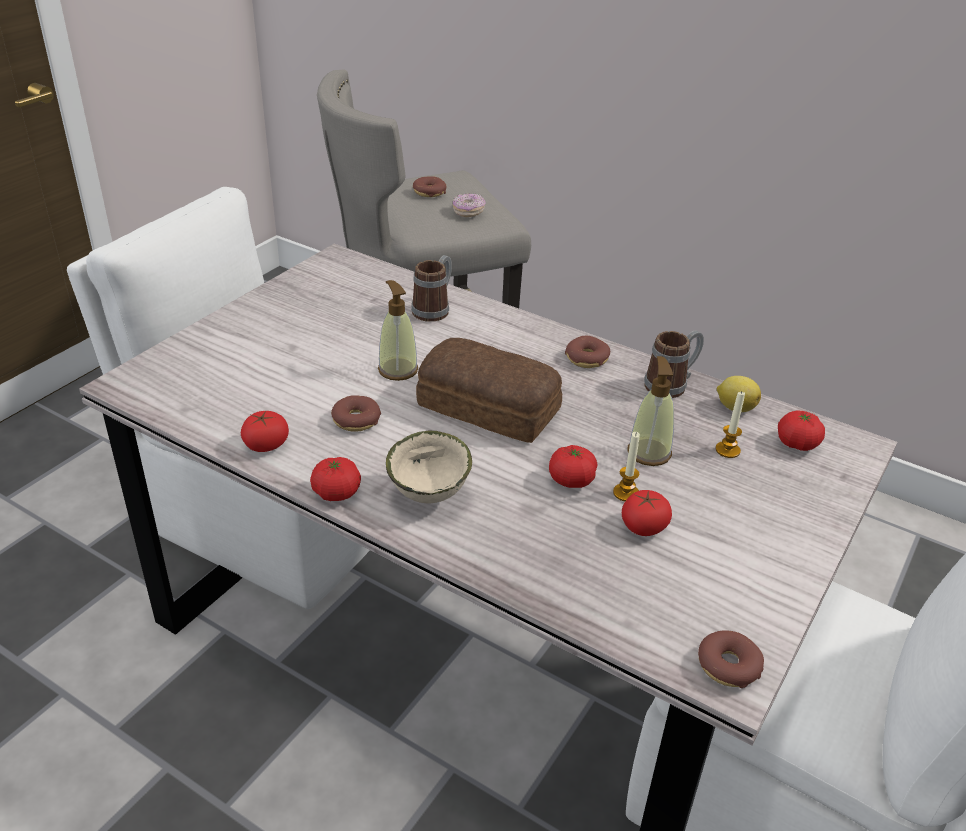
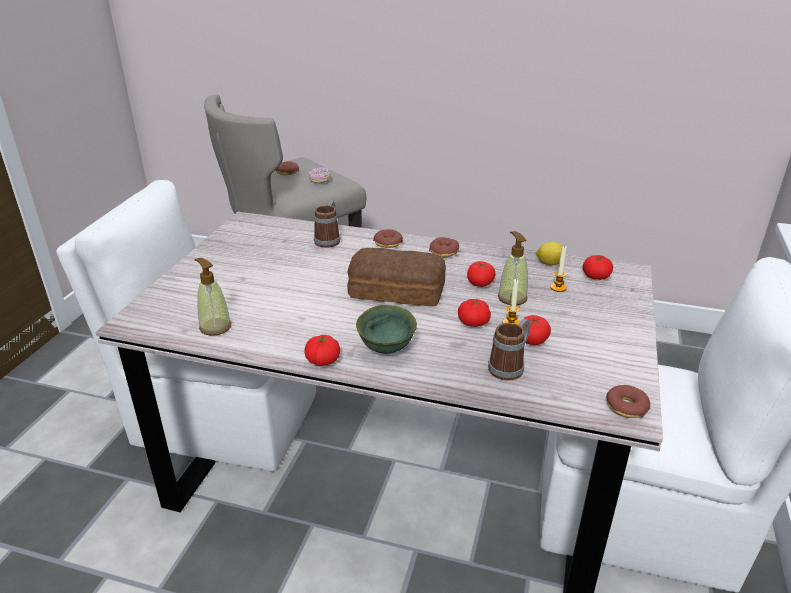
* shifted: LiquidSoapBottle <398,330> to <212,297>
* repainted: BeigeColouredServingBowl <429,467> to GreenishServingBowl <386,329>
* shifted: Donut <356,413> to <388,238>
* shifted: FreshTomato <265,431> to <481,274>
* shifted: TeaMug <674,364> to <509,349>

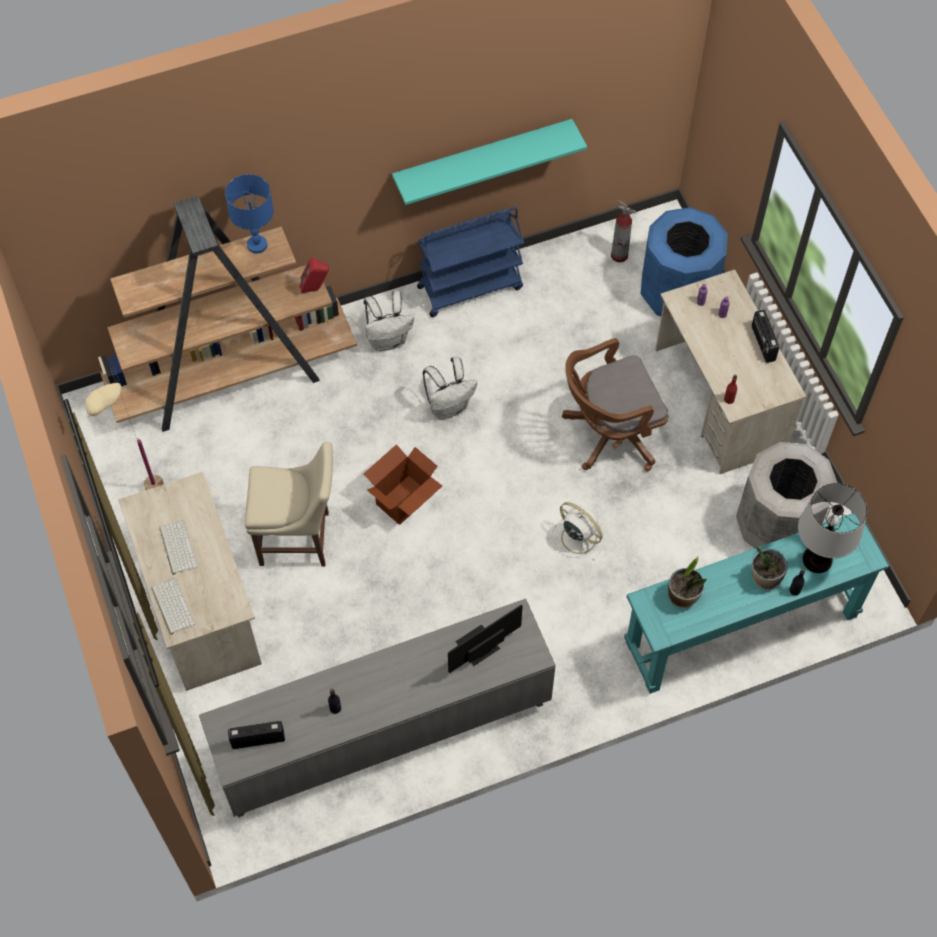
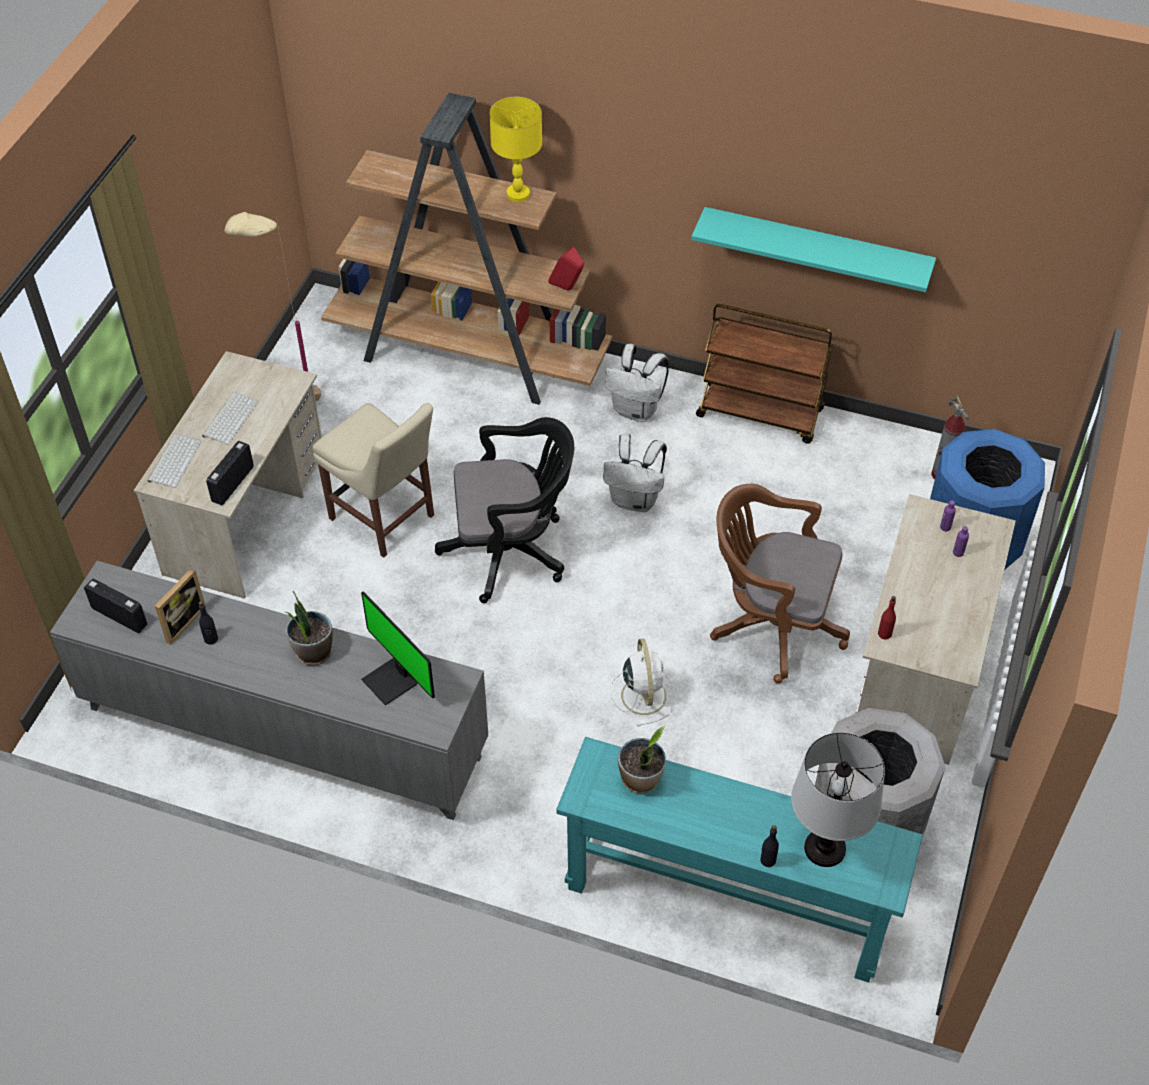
* new: PhotoFrame <180,606>
* shifted: RadioReceiver <765,336> to <230,473>
* shifted: PottedPlant <770,568> to <309,628>
* rotated: Monitor <485,639> = <398,648> 135 degrees counterclockwise
* swapped: CardboardBox <403,484> to BlackOfficeChair <504,510>
* repainted: BlueTableLamp <249,214> to YellowishTableLamp <515,149>
* repainted: BlueCart <470,262> to BrownishCart <764,374>

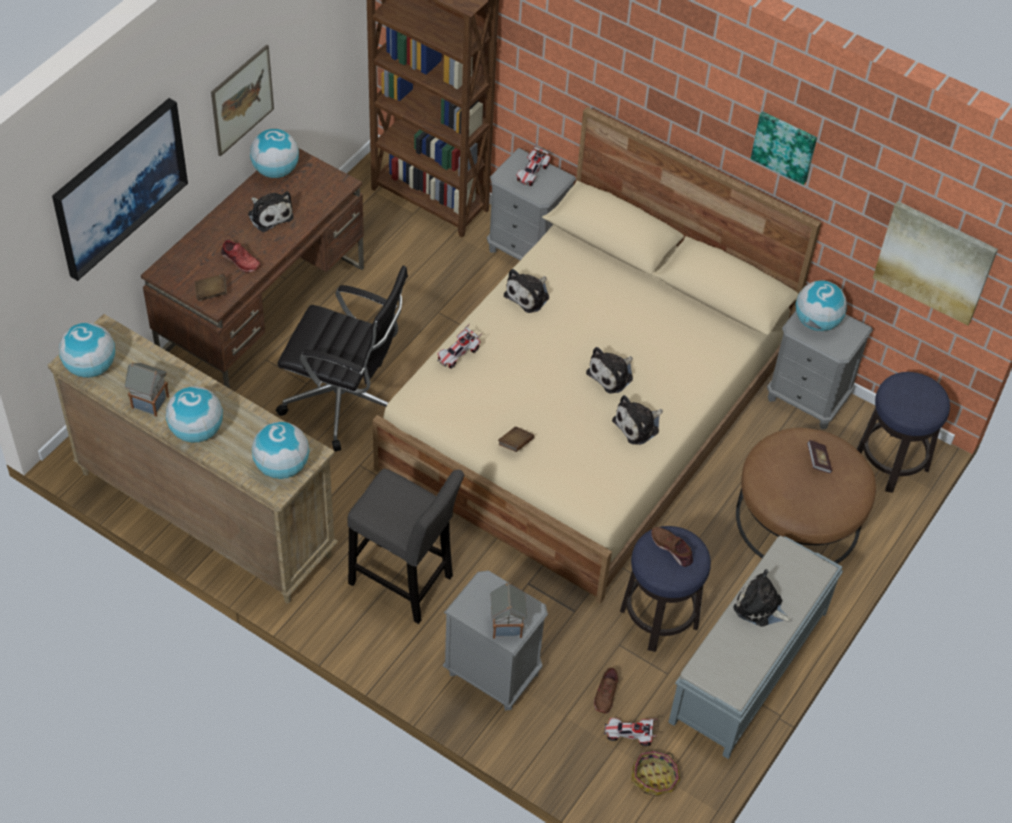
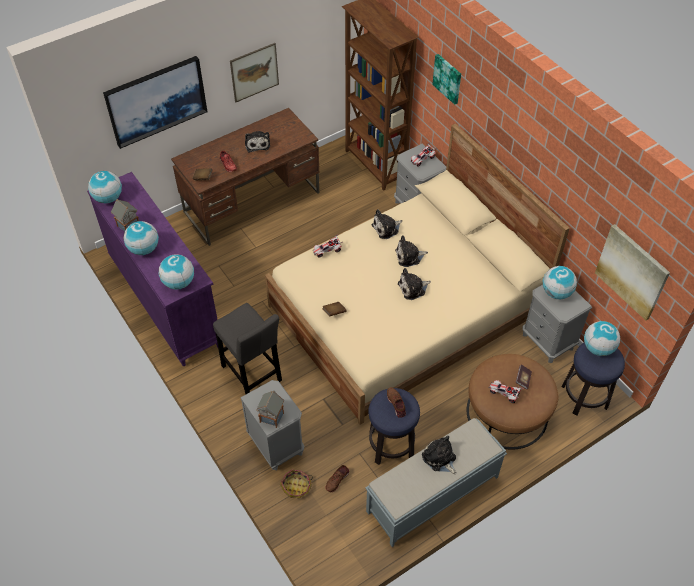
* repainted: BeigeColouredDrawerChest <193,458> to PurpleDrawerChest <152,269>
* shifted: Basket <655,774> to <296,483>
* shifted: CuddlyToy <637,420> to <411,251>
* shifted: WallPicture <784,148> to <446,79>
* shifted: MiniatureCar <630,732> to <506,391>
* shifted: DeskGlobe <274,153> to <602,338>
* gone: BlackOfficeChair <342,359>

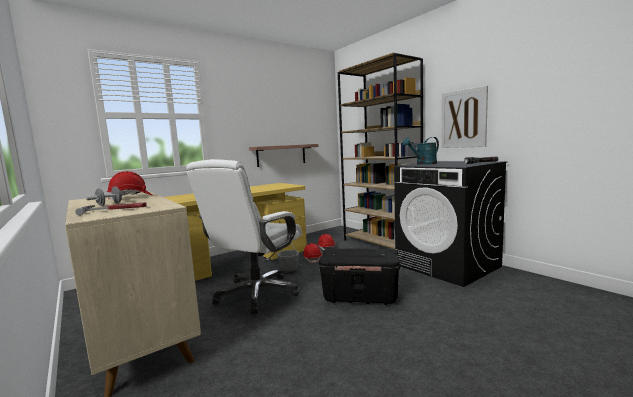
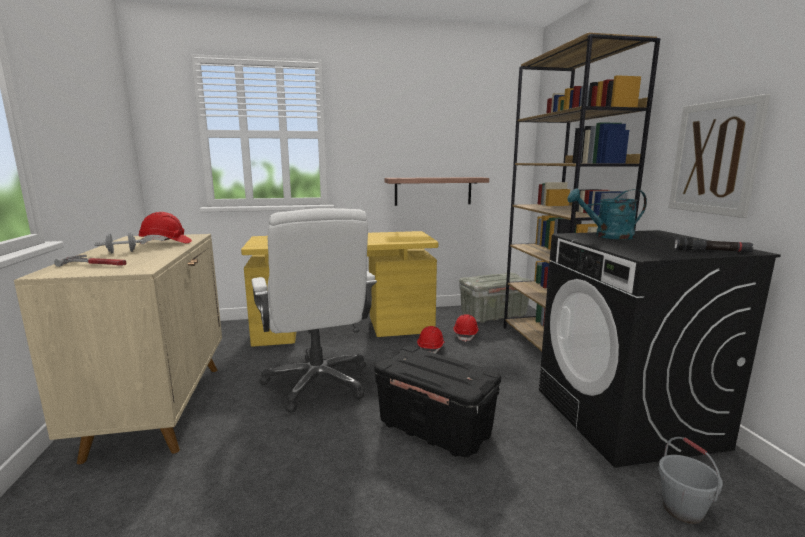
* rotated: WhiteOfficeChair <244,236> = <314,310> 75 degrees counterclockwise
* new: GreyStorageContainer <495,298>
* shifted: GreyBucket <288,258> to <690,480>

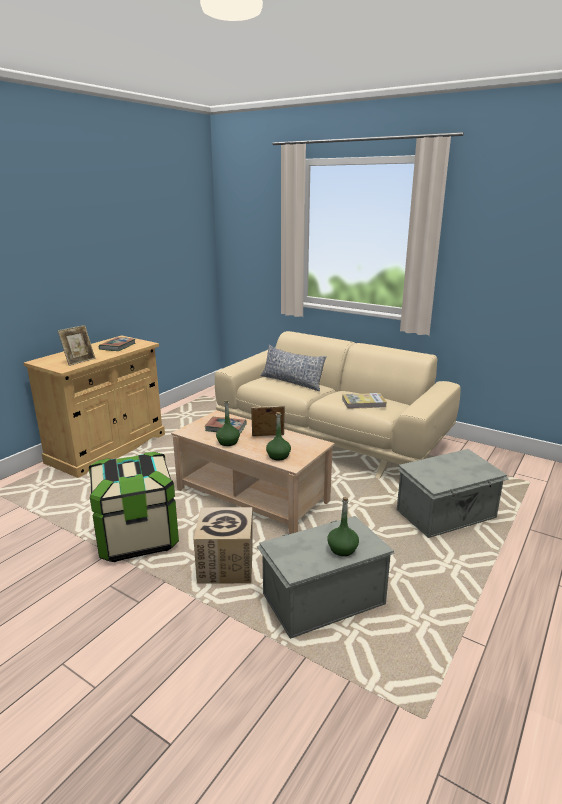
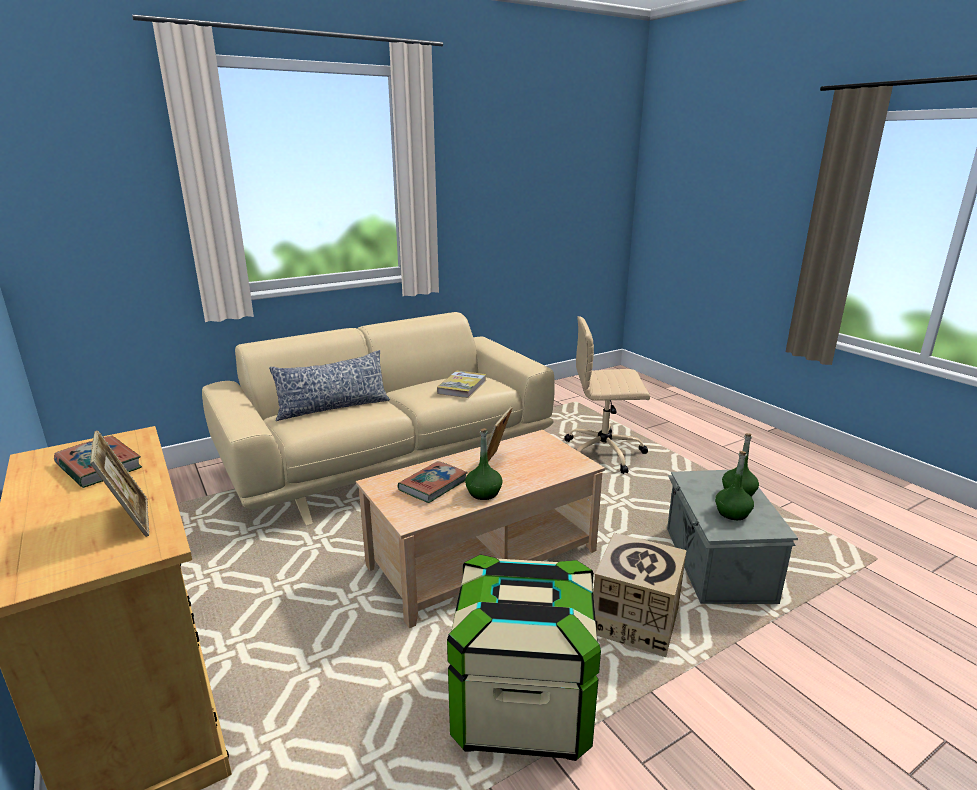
* swapped: GreyStorageContainer <453,493> to BeigeColouredOfficeChair <607,395>
* shifted: GreenishBeverageBottle <278,436> to <734,485>

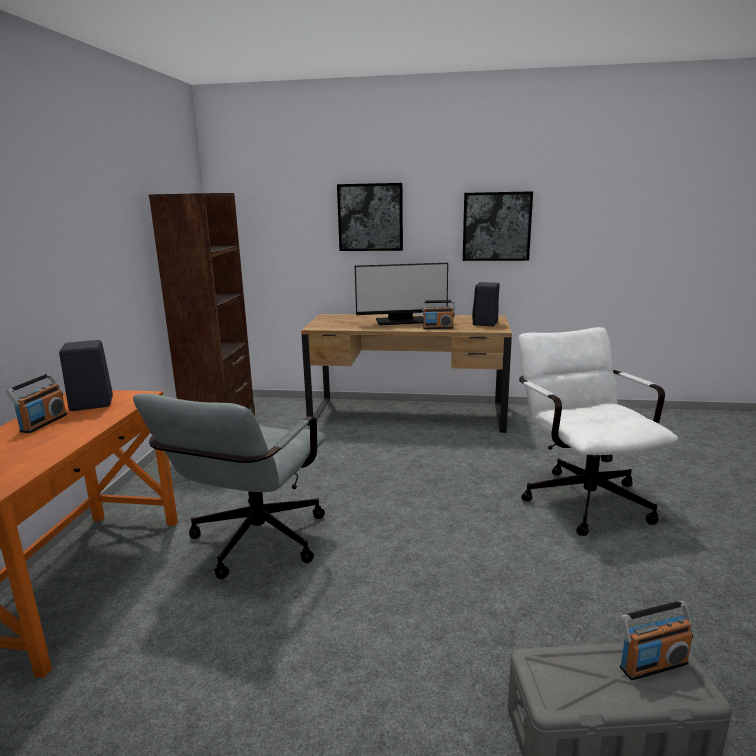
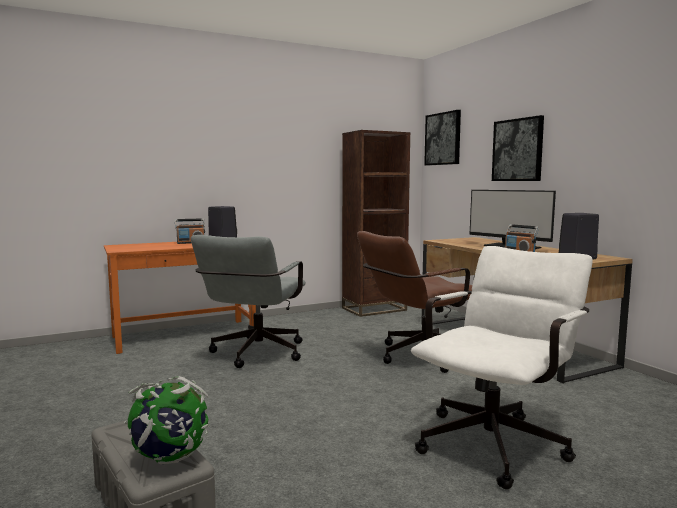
* swapped: RadioReceiver <656,640> to DeskGlobe <167,420>
* rotated: GreyOfficeChair <229,486> = <248,301> 60 degrees counterclockwise
* new: BrownishOfficeChair <414,302>
* shifted: WallPicture <498,226> to <442,138>

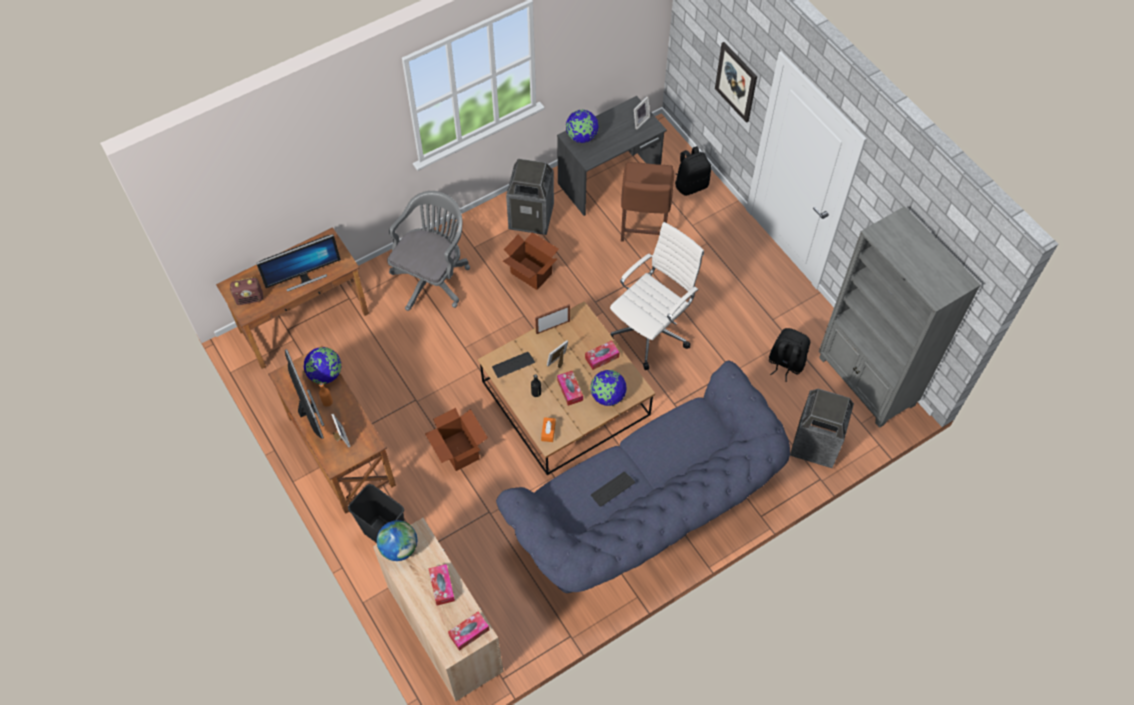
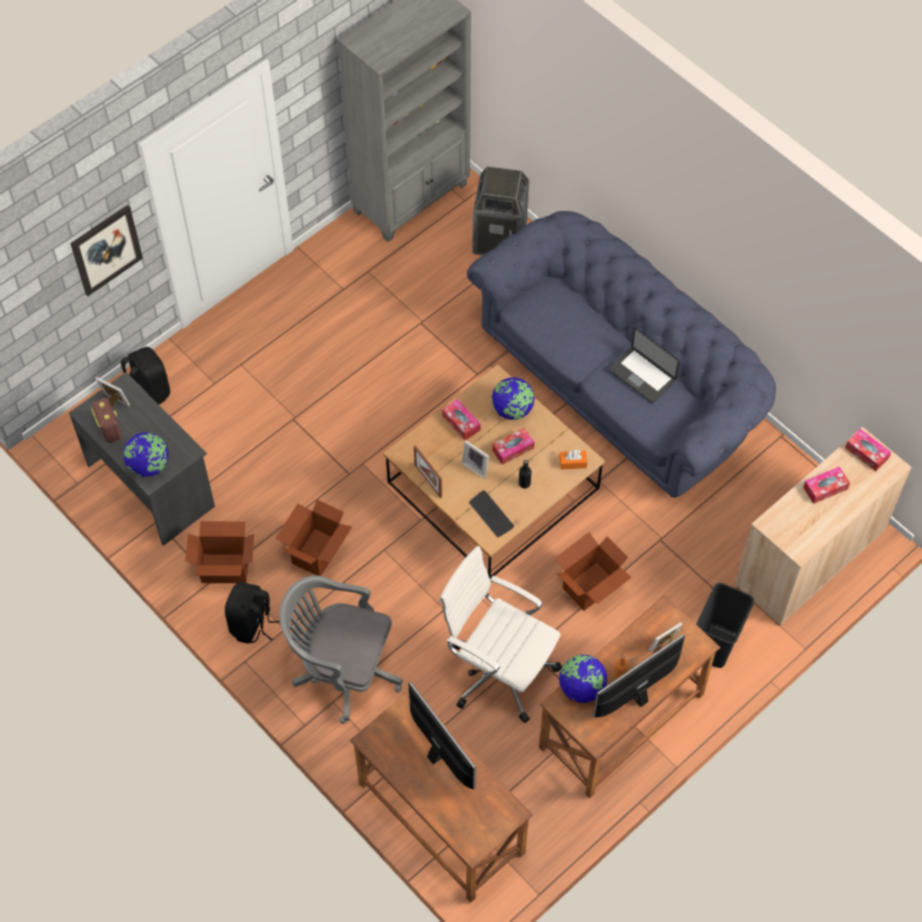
* shifted: RadioReceiver <246,291> to <106,420>
* swapped: TrashCan <530,197> to CardboardBox <219,552>
* shifted: BlackKnapsack <789,355> to <252,613>
* shifted: WhiteOfficeChair <657,296> to <500,634>
* swapped: Keyboard <613,489> to NotebookComputer <644,365>
* gone: DeskGlobe <397,540>
* gone: BrownishChair <647,202>

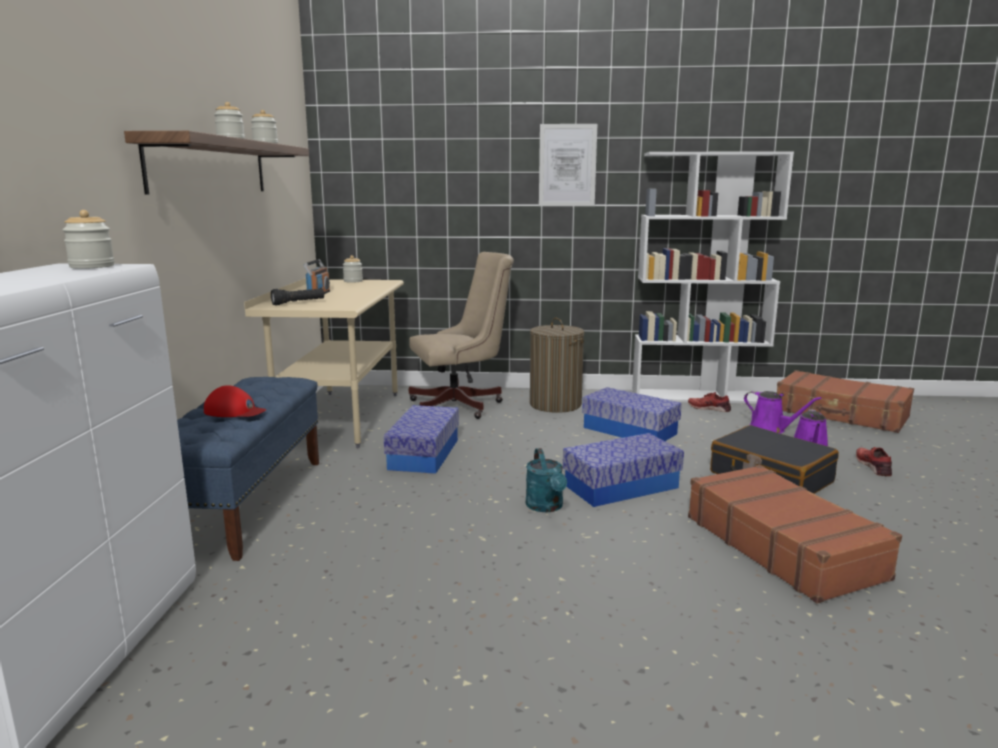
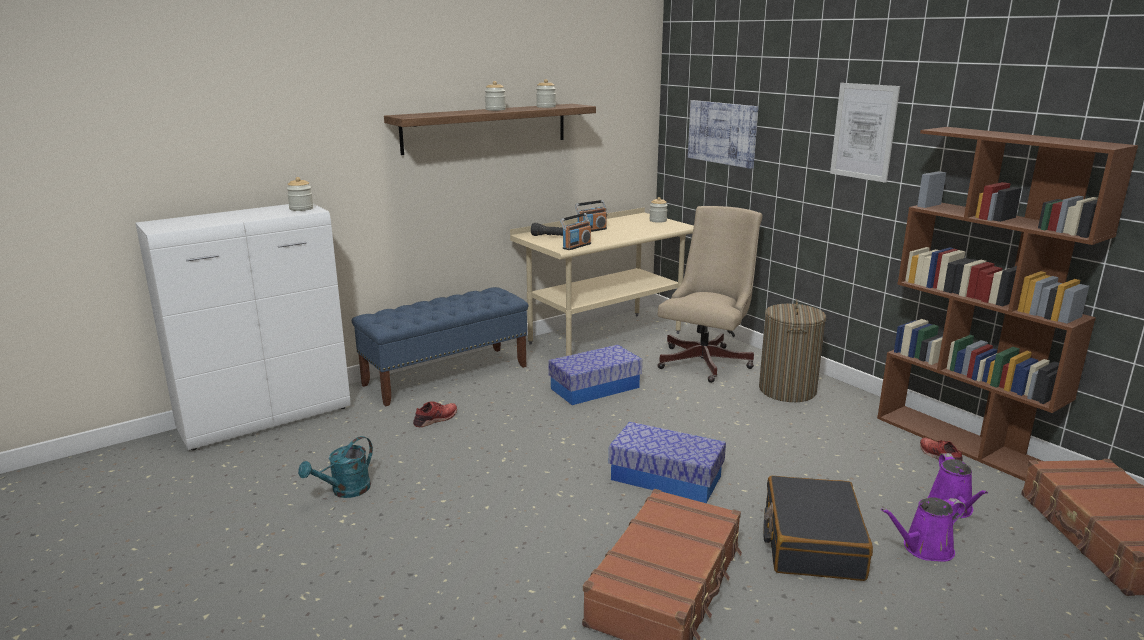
* shifted: TurquoiseSprinklingCan <546,480> to <335,467>
* shifted: RedItemOfFootwear <874,461> to <435,414>
* new: RadioReceiver <575,231>
* rotated: BeigeColouredOfficeChair <461,335> = <710,294> 90 degrees counterclockwise
* new: WallPicture <723,134>
* repainted: WhiteBookshelf <713,277> to BrownishBookshelf <1007,304>
* gone: RedCap <235,401>
* gone: StorageContainer <632,414>

